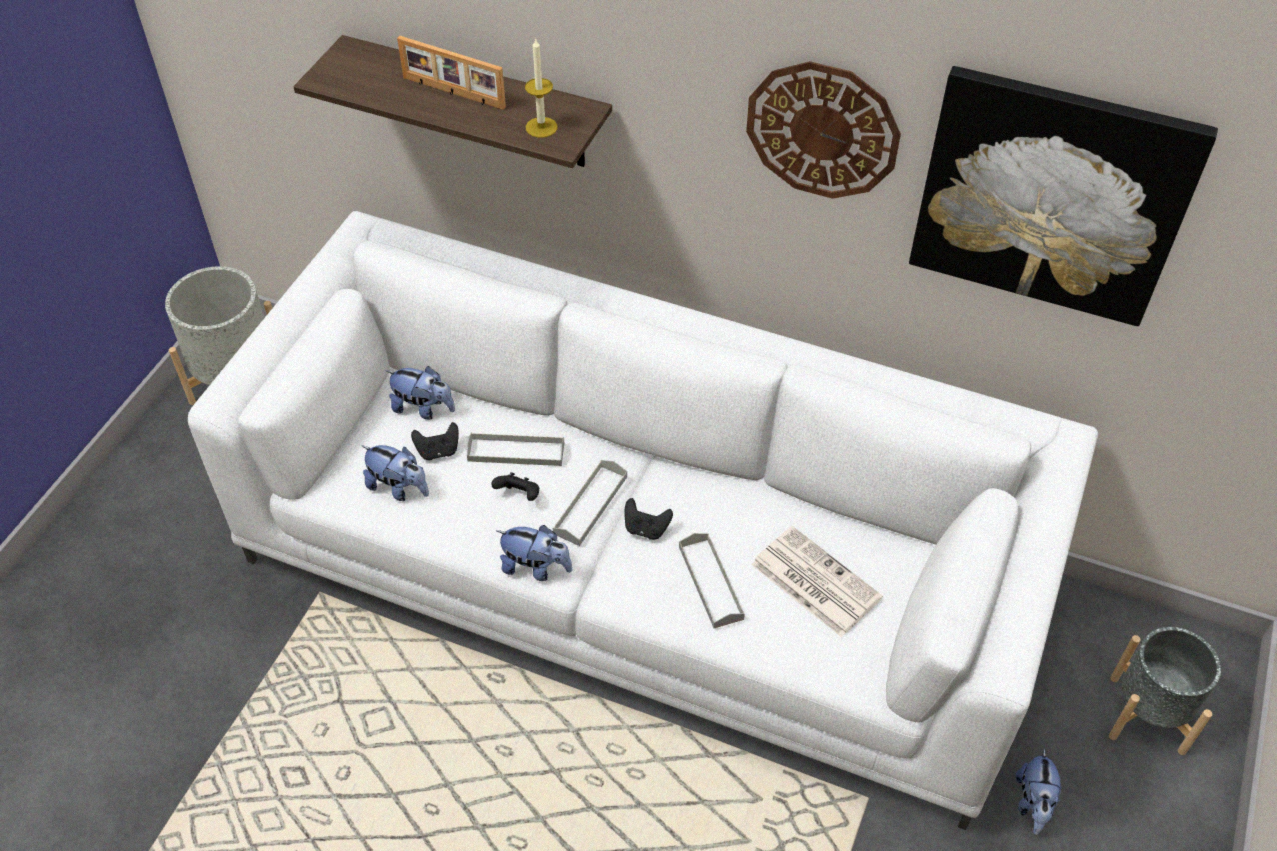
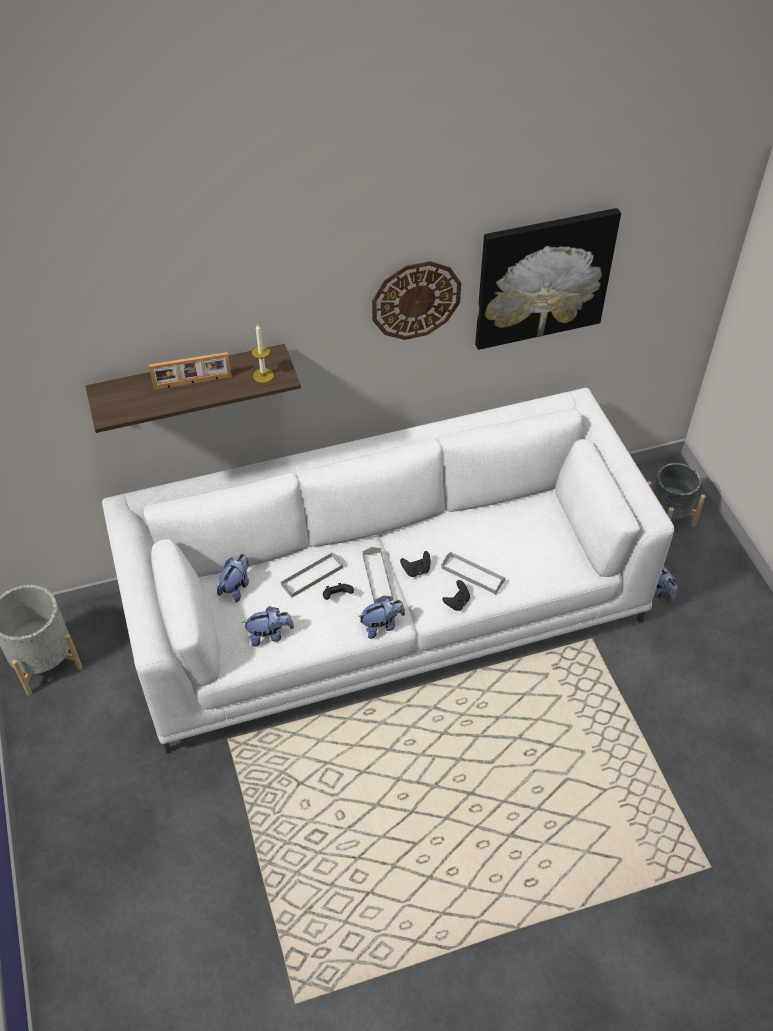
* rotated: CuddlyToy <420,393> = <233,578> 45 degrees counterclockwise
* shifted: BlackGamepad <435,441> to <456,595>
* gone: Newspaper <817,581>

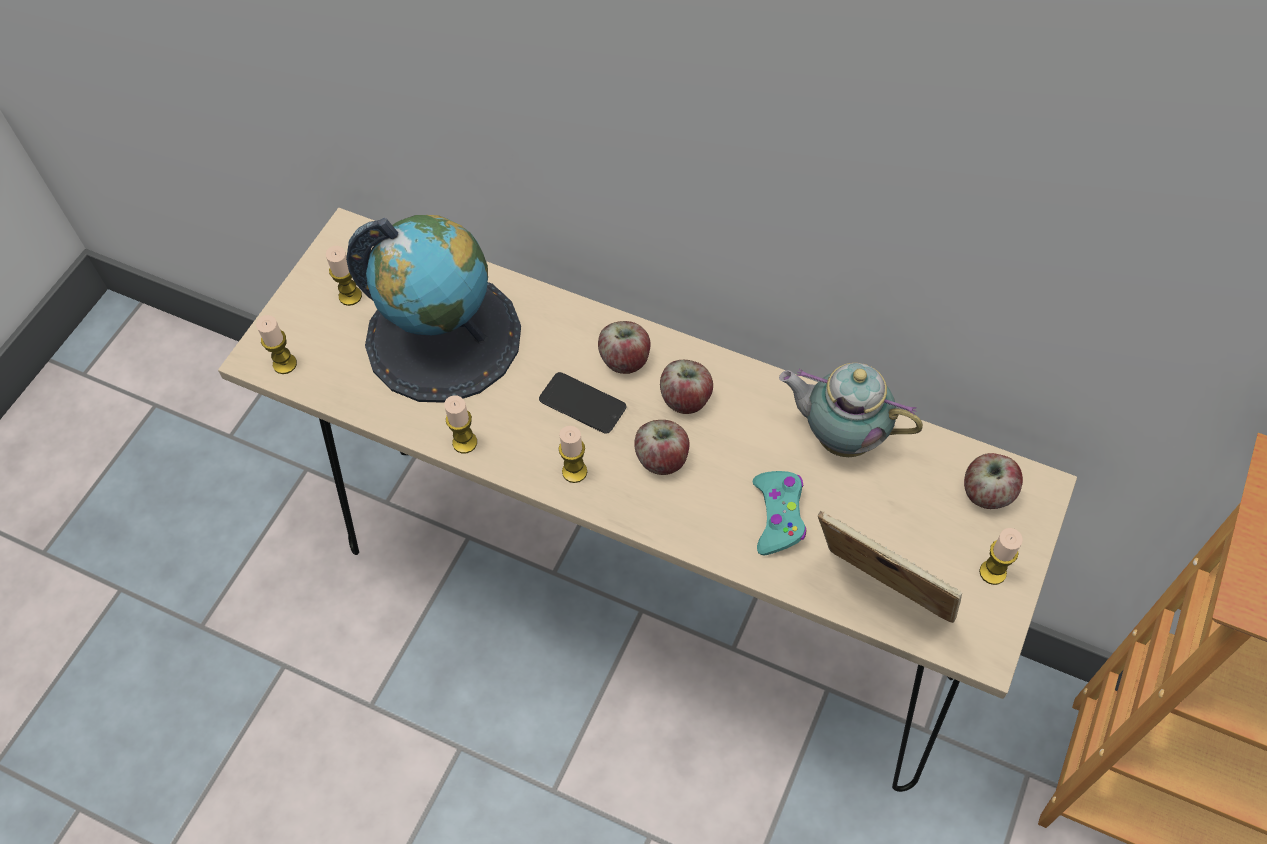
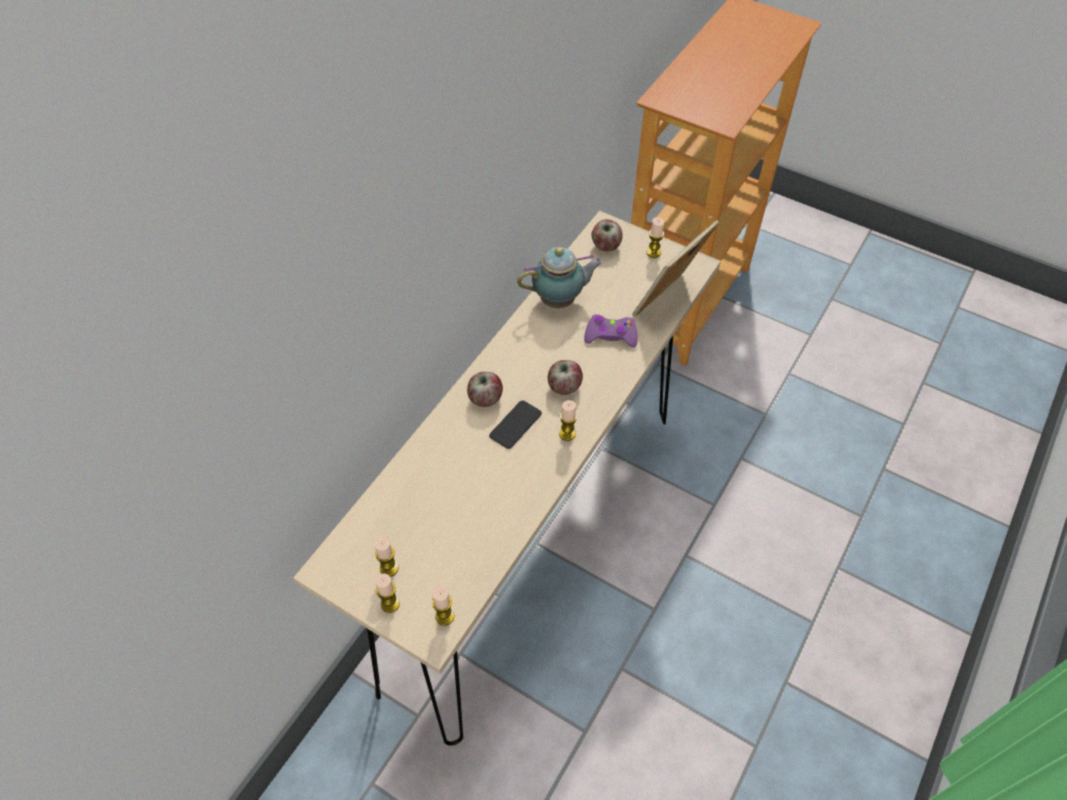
* shifted: WaxLight <460,424> to <387,593>
* rotated: TeaPot <851,410> = <560,277> 135 degrees counterclockwise
* repainted: TurquoiseGamepad <779,513> to PurpleGamepad <611,331>
* gone: DeskGlobe <433,309>
* gone: WholeApple <686,387>

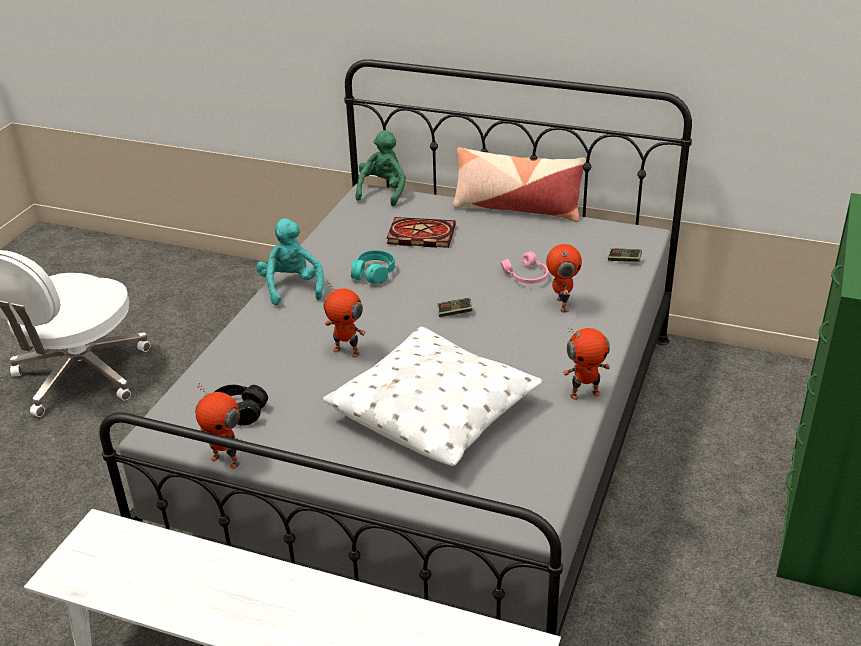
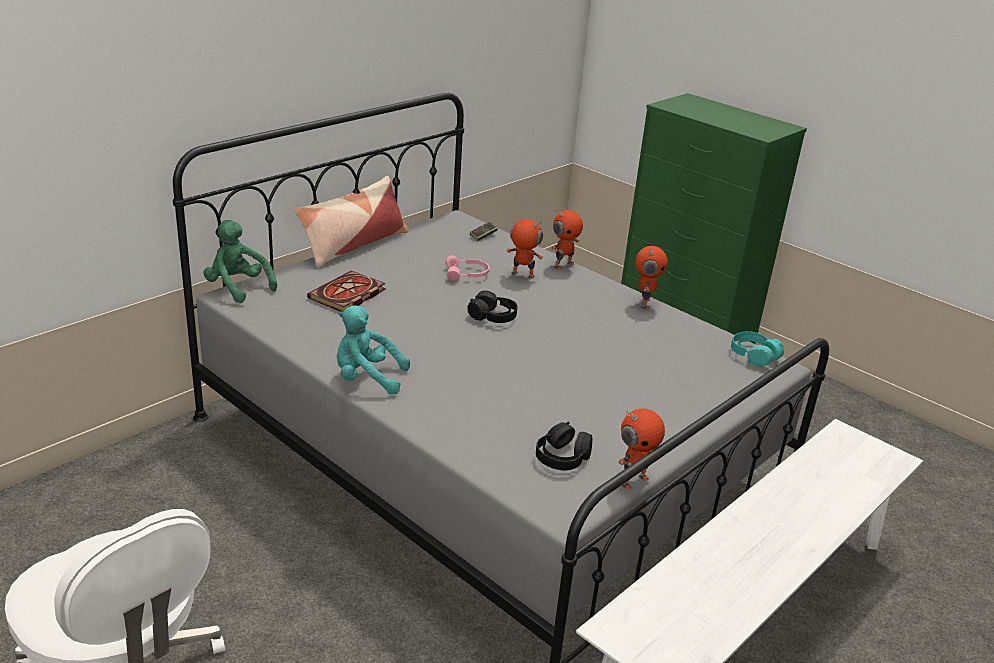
* swapped: Gamepad <454,307> to BlackHeadphones <492,307>
* shifted: ModelRobot <344,319> to <567,239>
* shifted: TurquoiseHeadphones <373,267> to <757,348>
* gone: WhitePillow <432,396>

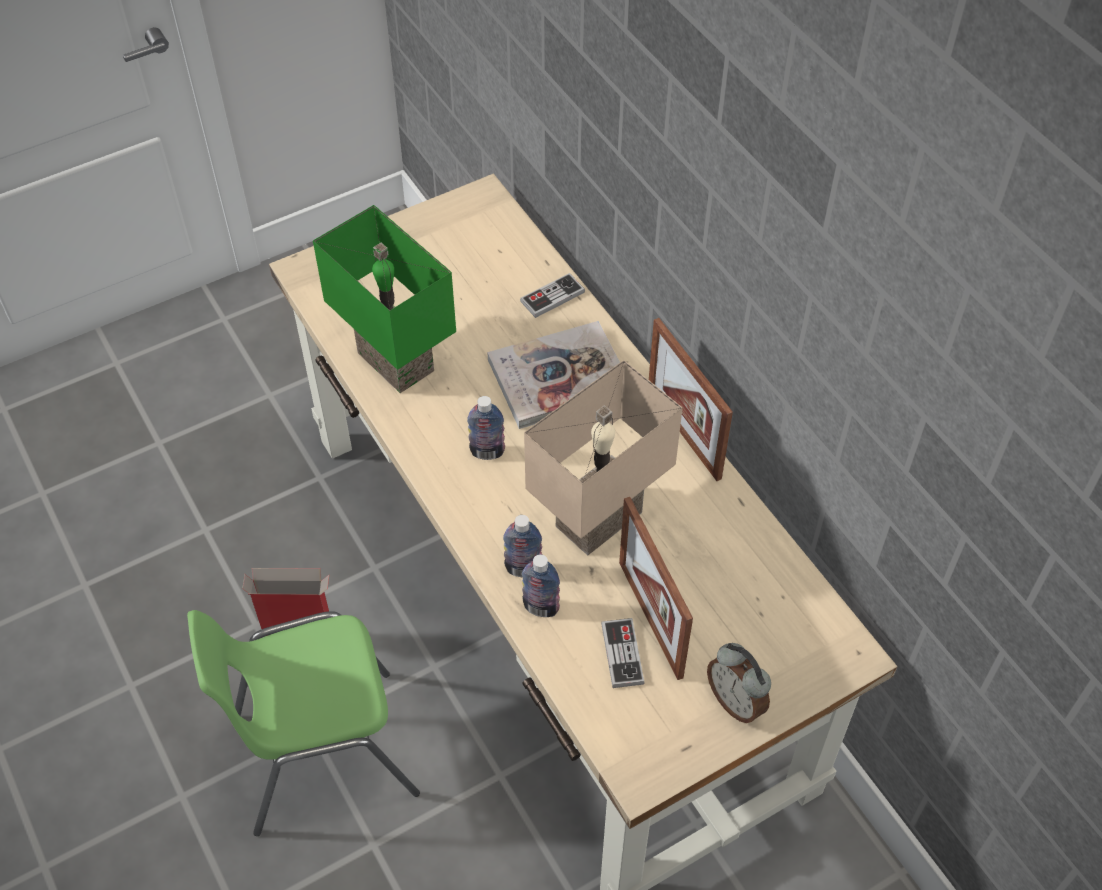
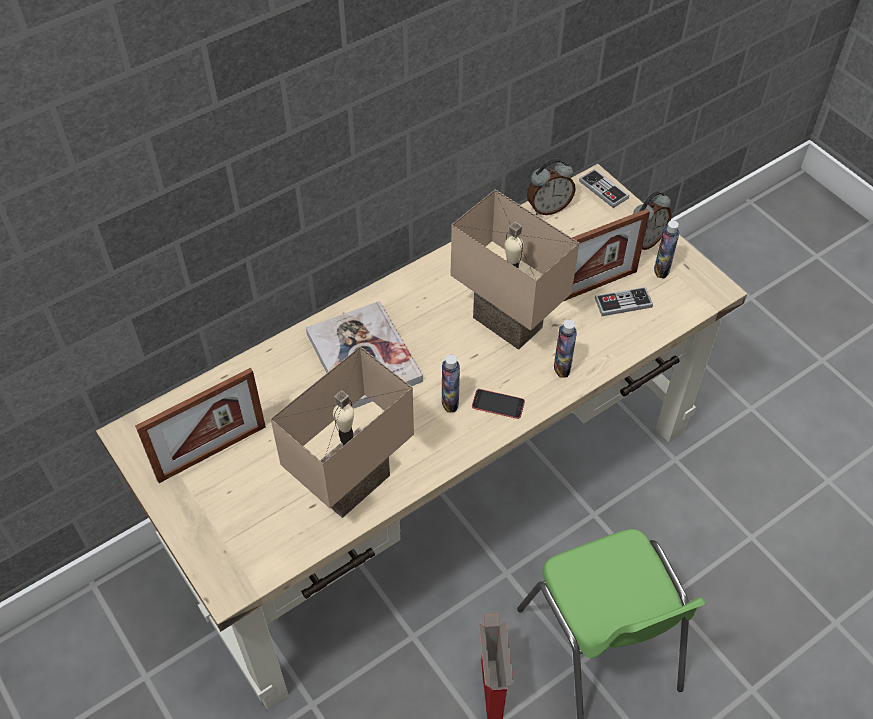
* shifted: PhotoFrame <691,399> to <200,425>
* repainted: GreenishTableLamp <384,299> to BeigeColouredTableLamp <342,432>
* new: Phone <498,404>
* new: TableClock <551,187>
* shifted: Gamepad <552,295> to <604,188>
* shifted: BeverageBottle <541,585> to <666,249>

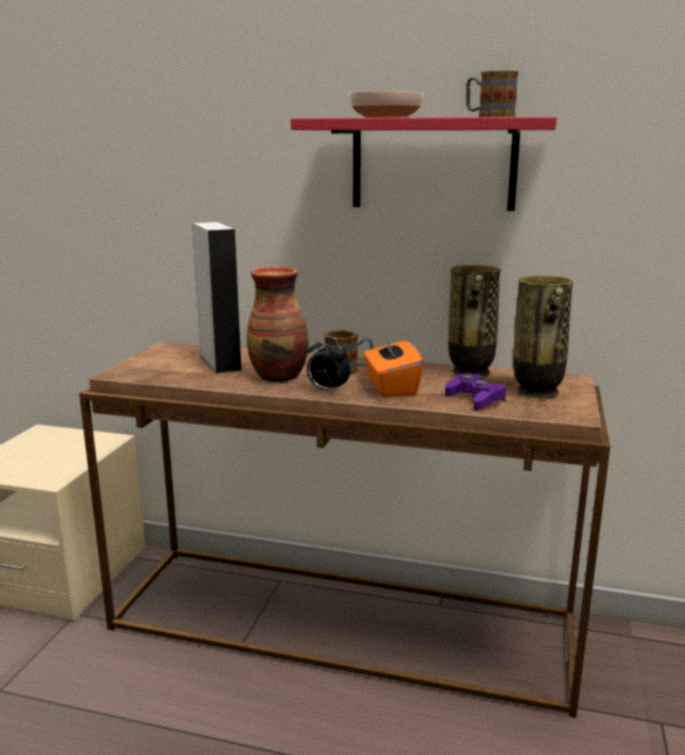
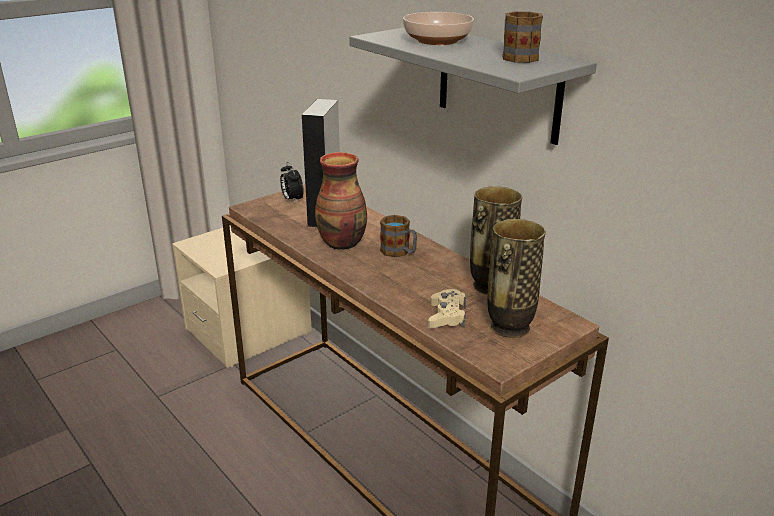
* shifted: TableClock <329,364> to <292,182>
* repainted: RedBracketShelf <424,164> to GreyBracketShelf <473,86>
* repainted: PurpleGamepad <475,391> to BeigeColouredGamepad <447,308>
* gone: OrangeyTissueHolder <393,365>

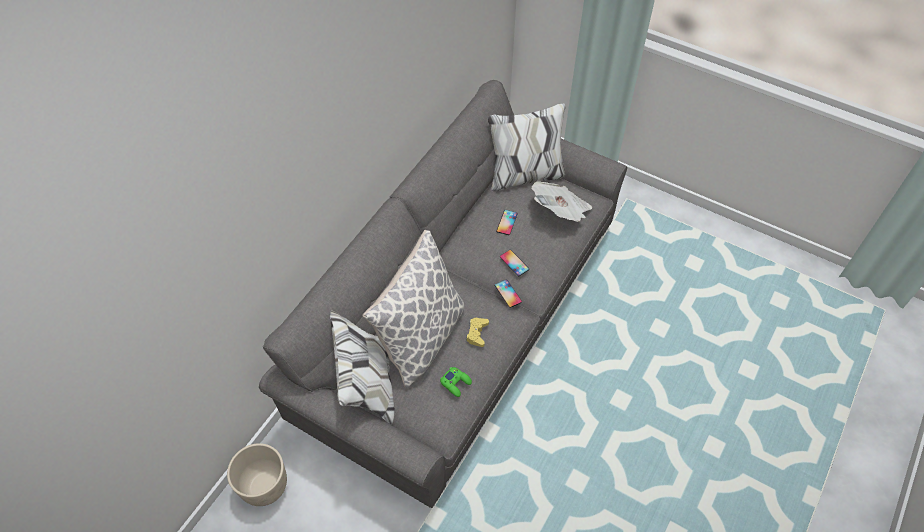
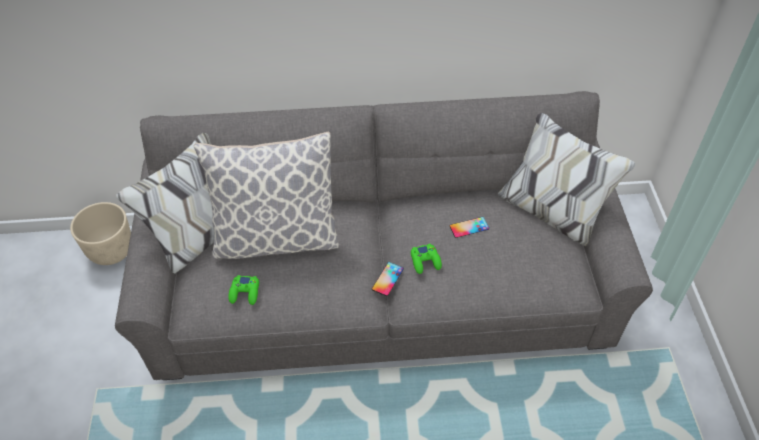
* swapped: Phone <514,263> to GreenishGamepad <426,259>
* gone: YellowishGamepad <477,332>
* gone: Newspaper <562,201>

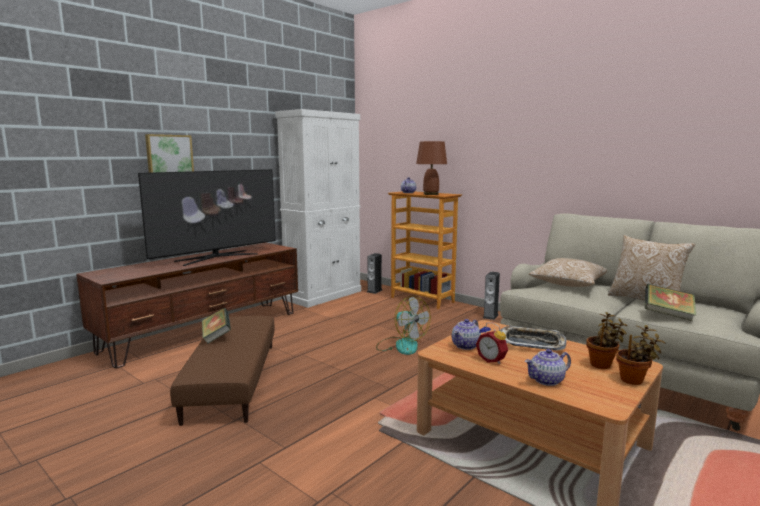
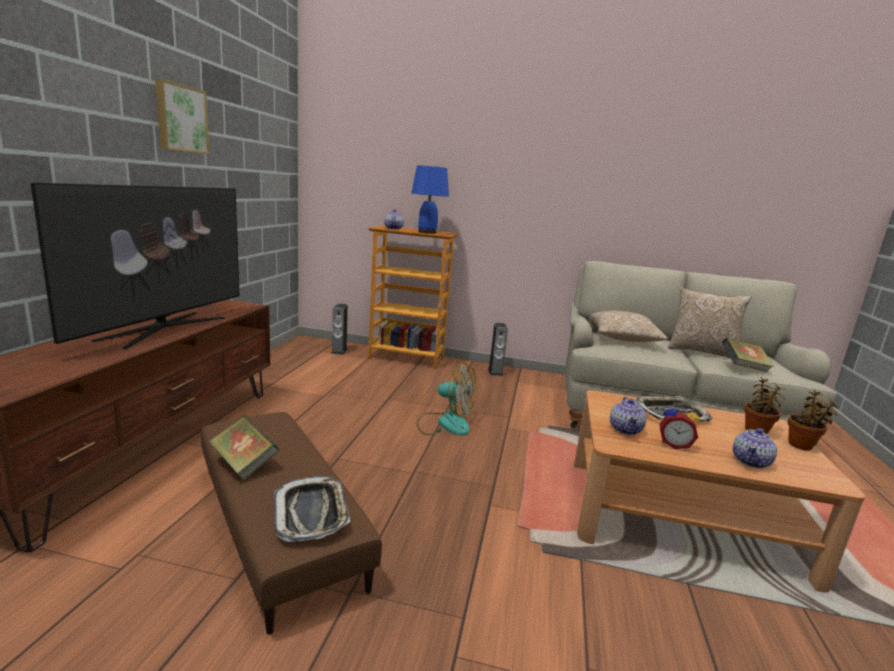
* shifted: WallPicture <169,153> to <182,116>
* new: CarryingTray <312,509>
* repainted: BrownishTableLamp <431,168> to BlueTableLamp <430,199>
* gone: WhiteCabinet <318,208>

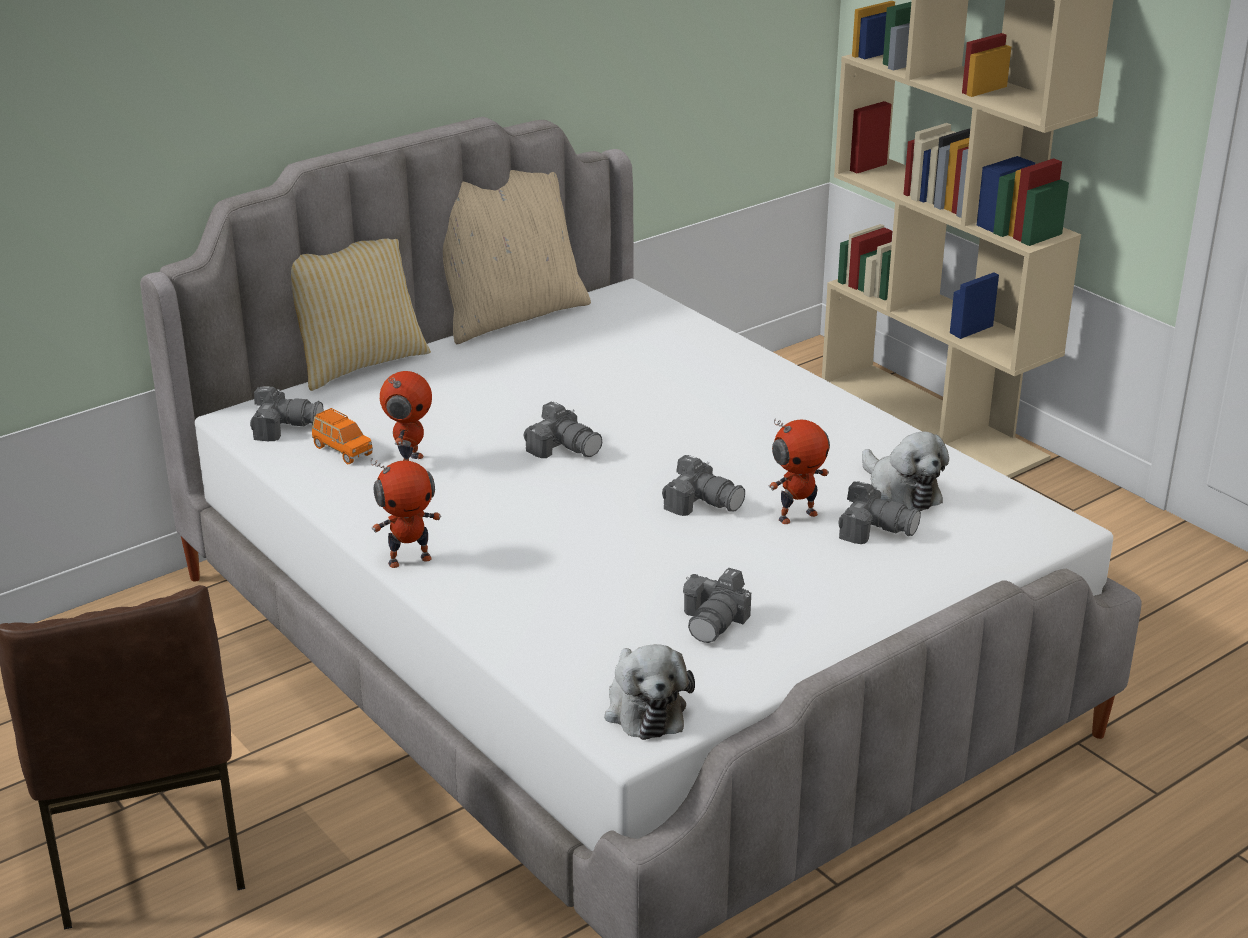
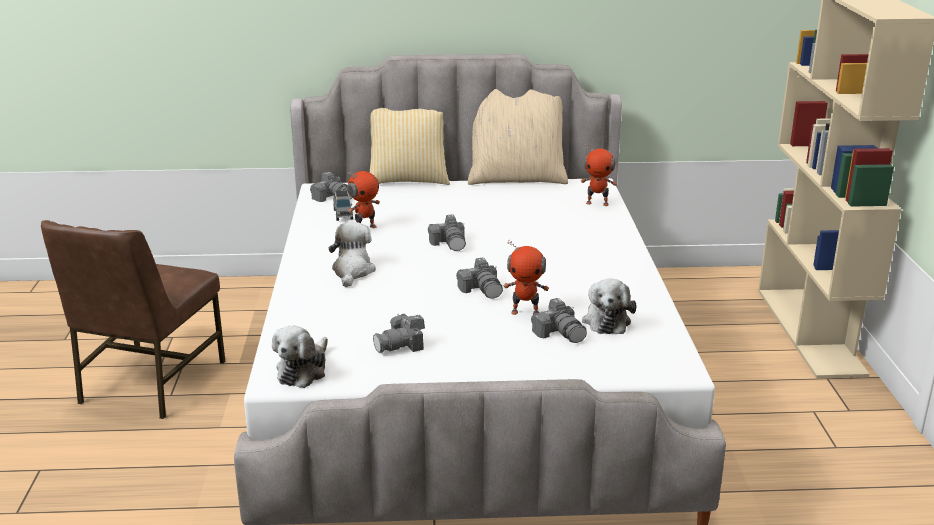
* new: CuddlyToy <352,254>
* repainted: OrangeyMiniatureCar <342,436> to GreyMiniatureCar <343,205>
* shifted: ModelRobot <406,513> to <599,174>

